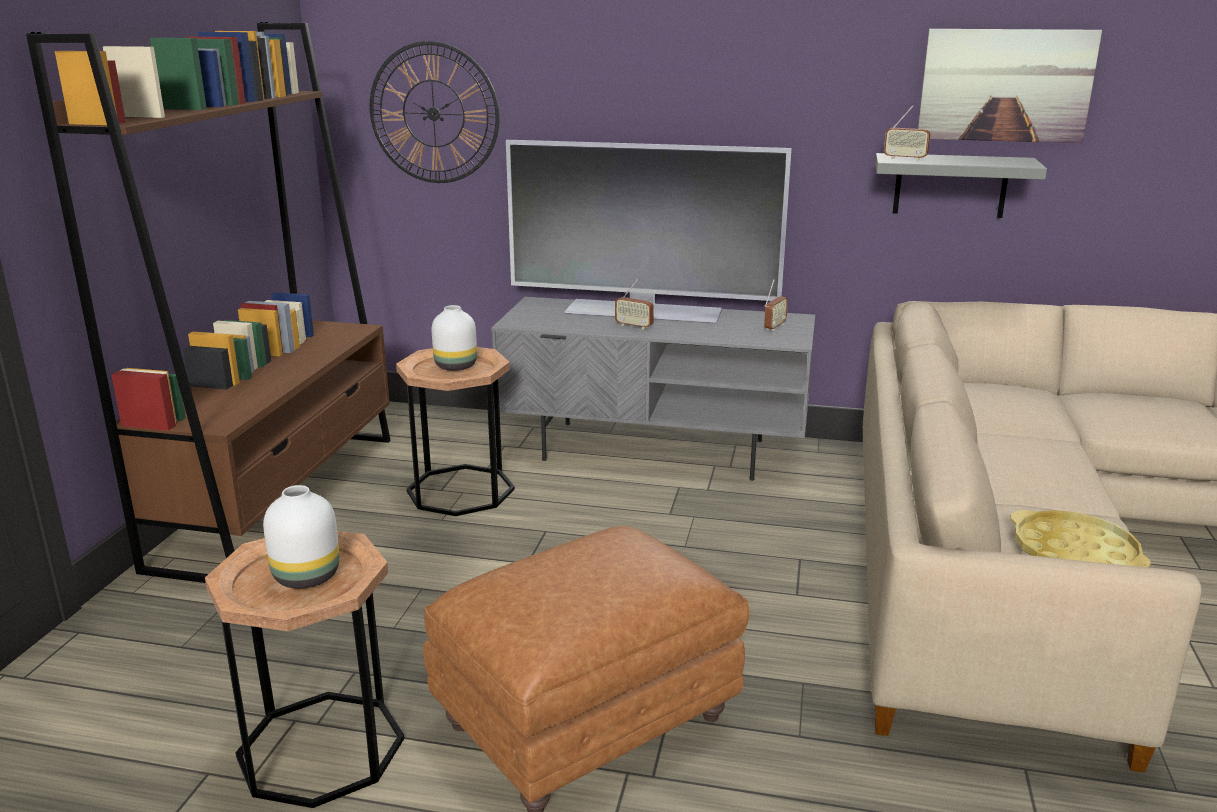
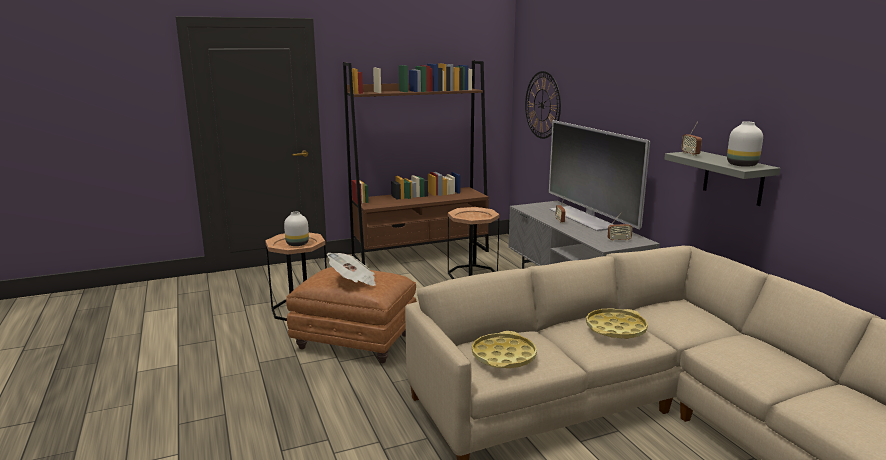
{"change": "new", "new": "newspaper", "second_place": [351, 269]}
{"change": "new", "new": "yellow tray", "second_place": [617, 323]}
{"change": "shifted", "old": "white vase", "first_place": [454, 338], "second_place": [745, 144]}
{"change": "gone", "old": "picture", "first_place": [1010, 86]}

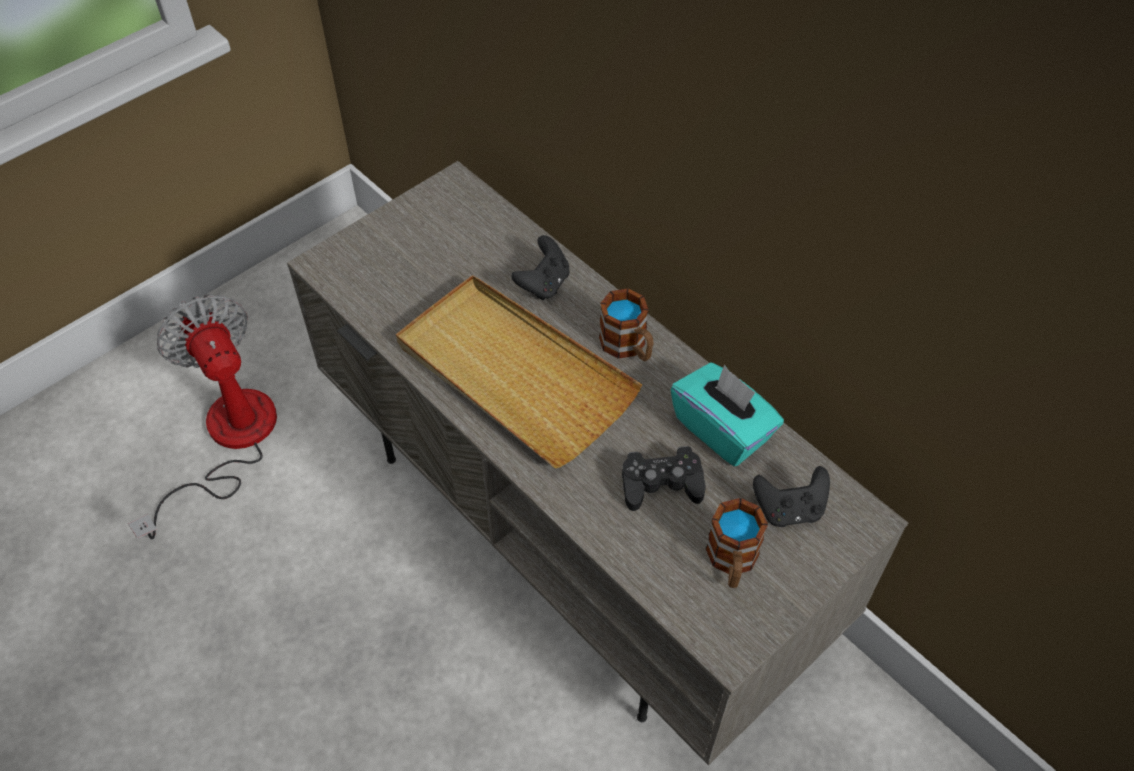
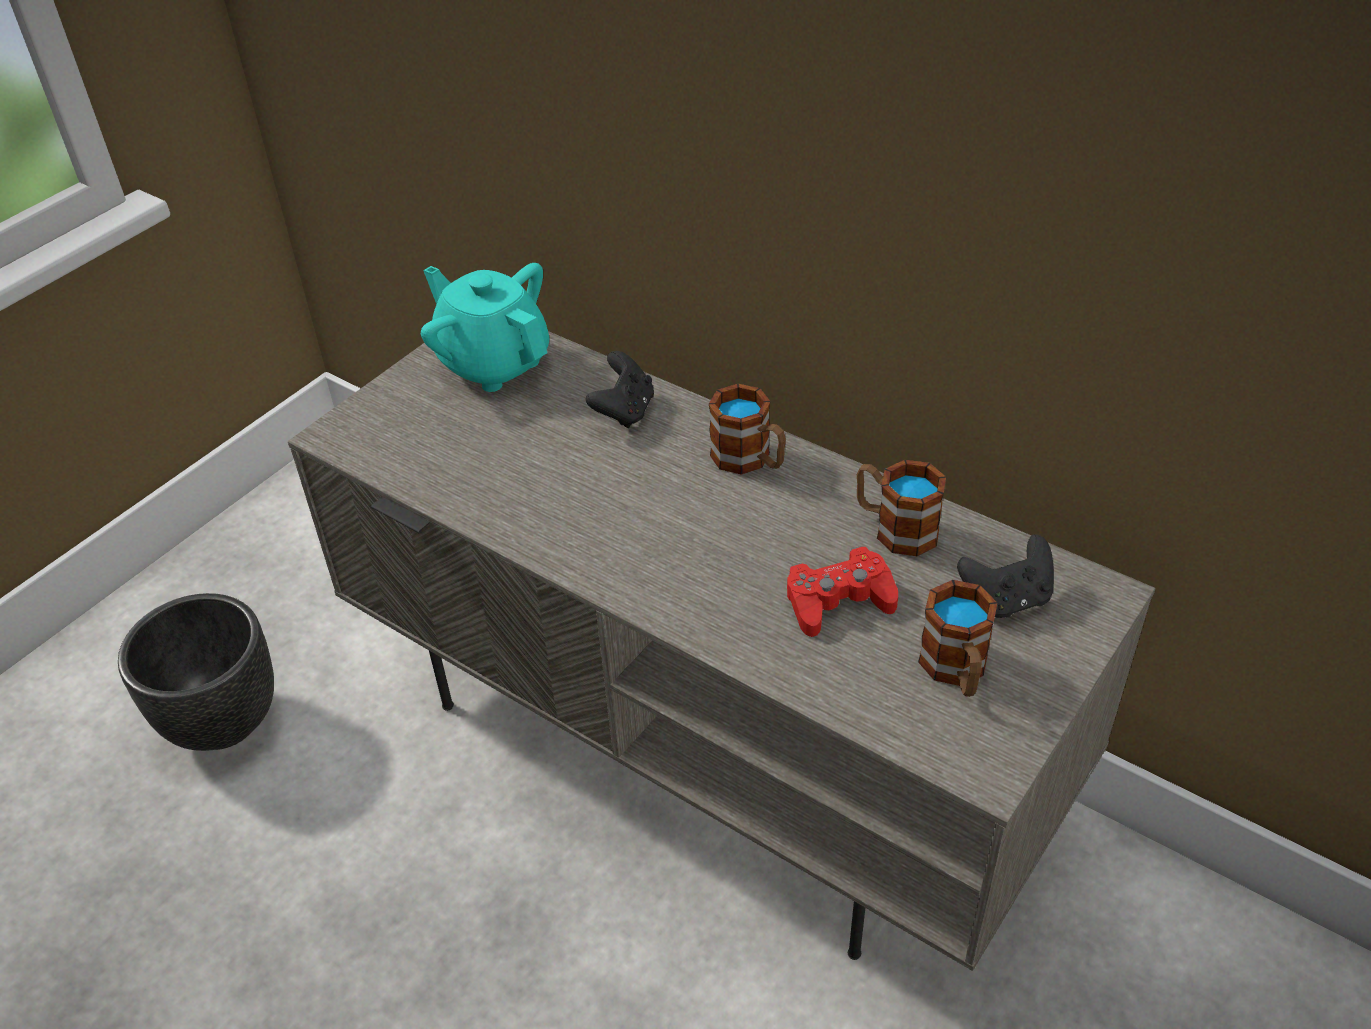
{"change": "swapped", "old": "fan", "new": "black planter", "first_place": [202, 416], "second_place": [196, 672]}
{"change": "new", "new": "turquoise teapot", "second_place": [485, 327]}
{"change": "repainted", "old": "black game controller", "new": "red game controller", "first_place": [664, 478], "second_place": [842, 591]}
{"change": "swapped", "old": "turquoise tissue box", "new": "mug", "first_place": [727, 414], "second_place": [901, 508]}
{"change": "gone", "old": "beige tray", "first_place": [519, 371]}

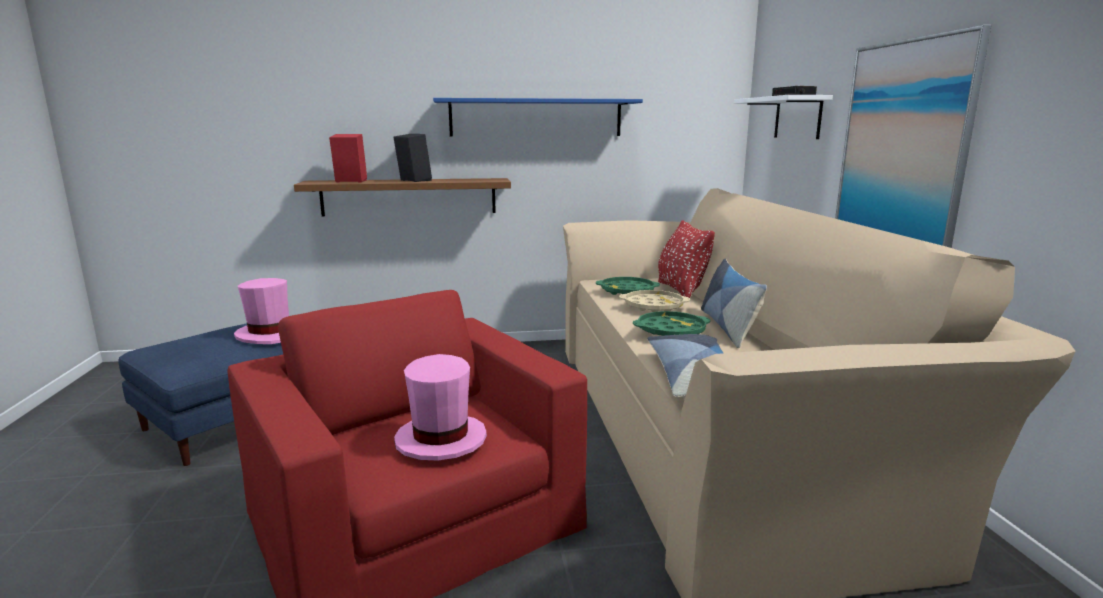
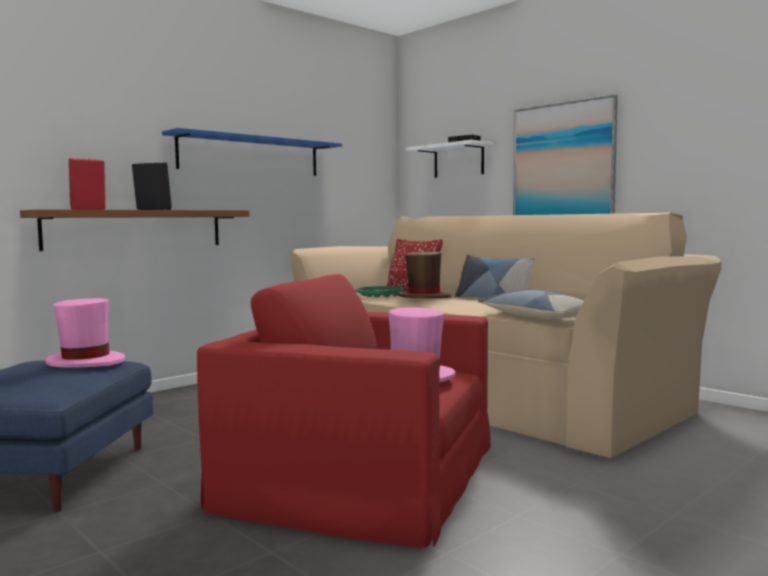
{"change": "swapped", "old": "beige tray", "new": "brown hat", "first_place": [654, 301], "second_place": [424, 275]}
{"change": "gone", "old": "green tray", "first_place": [671, 323]}

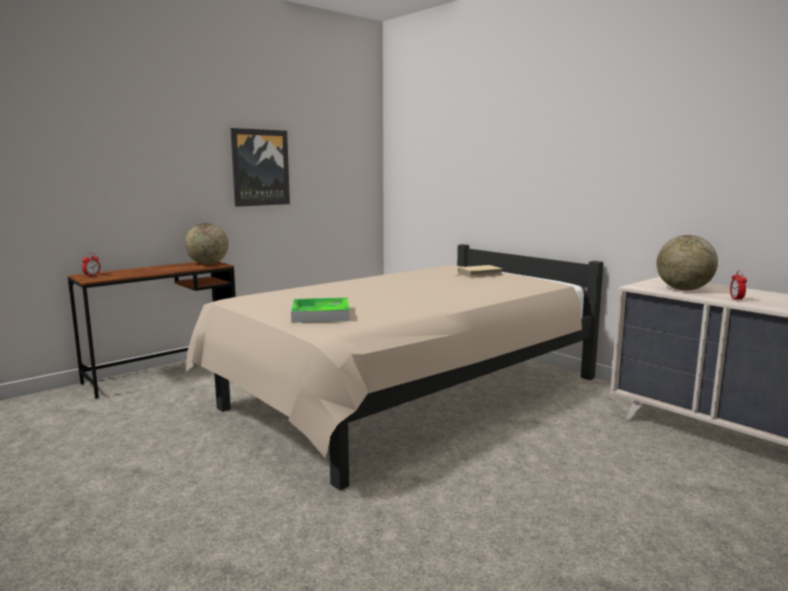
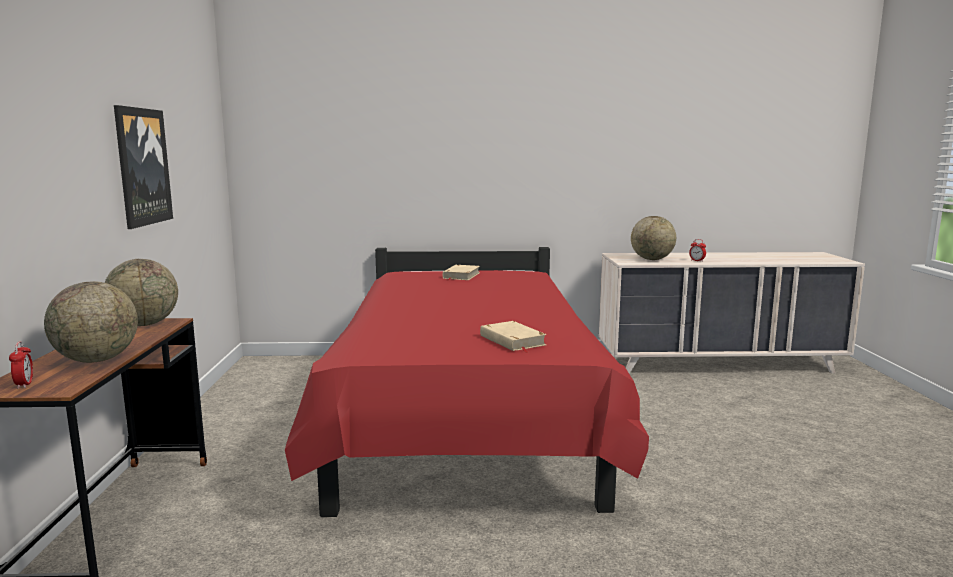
{"change": "new", "new": "globe", "second_place": [91, 322]}
{"change": "repainted", "old": "beige bed", "new": "red bed", "first_place": [394, 367], "second_place": [467, 382]}
{"change": "swapped", "old": "tray", "new": "beige book", "first_place": [320, 310], "second_place": [513, 337]}

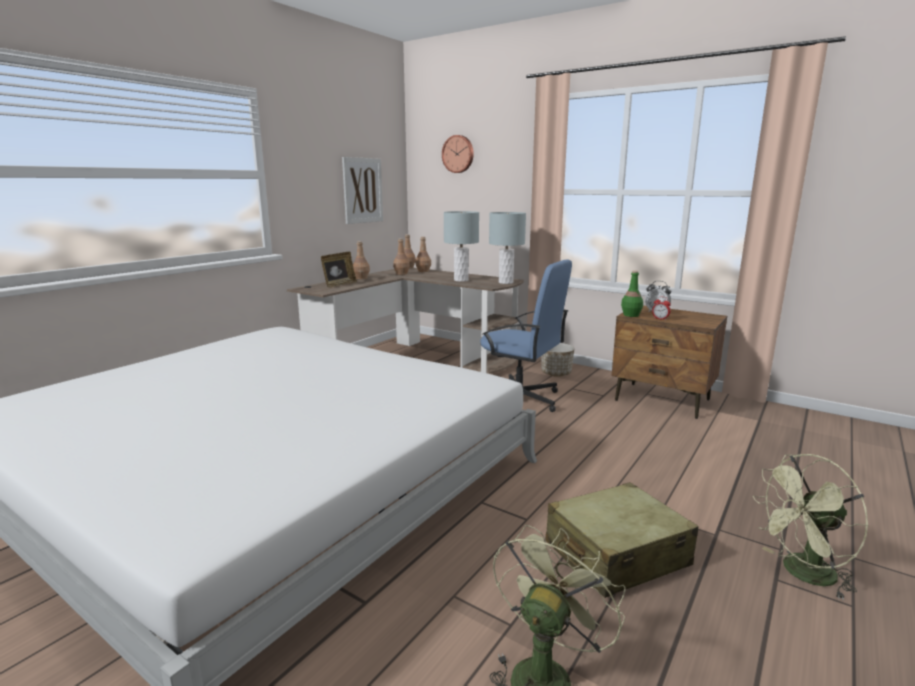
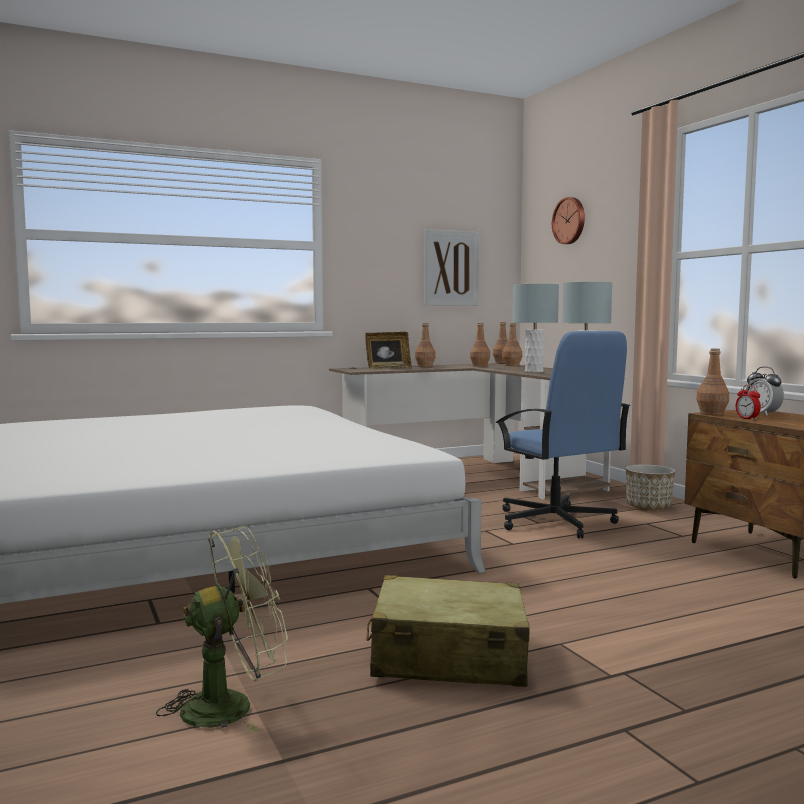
{"change": "repainted", "old": "green bottle", "new": "brown bottle", "first_place": [632, 294], "second_place": [712, 381]}
{"change": "gone", "old": "green fan", "first_place": [810, 527]}

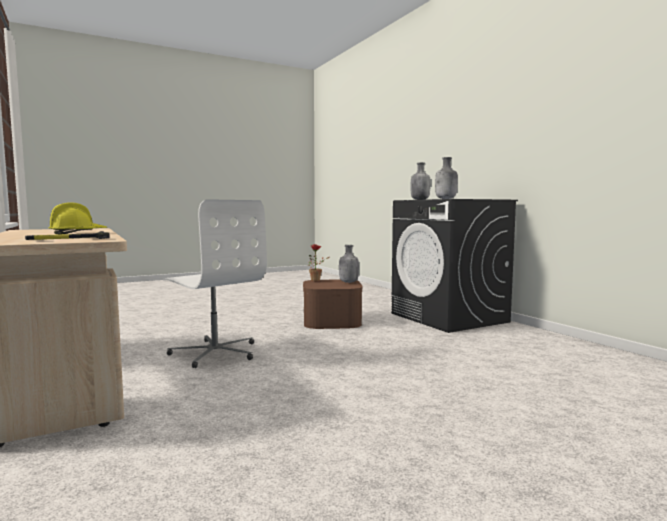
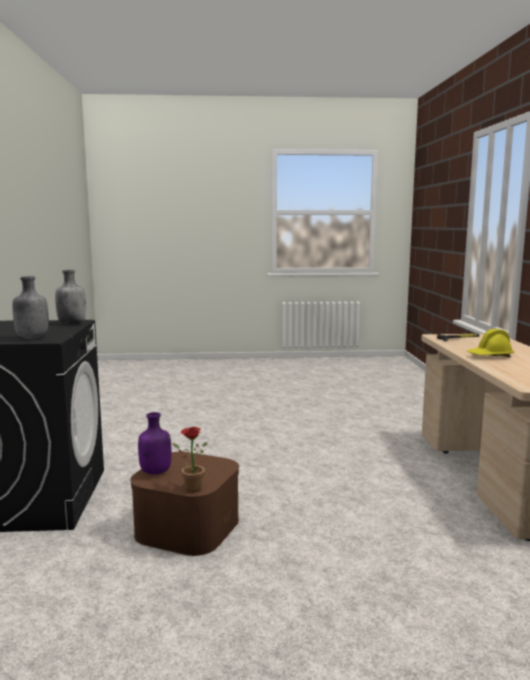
{"change": "repainted", "old": "grey bottle", "new": "purple bottle", "first_place": [349, 264], "second_place": [154, 443]}
{"change": "gone", "old": "white office chair", "first_place": [215, 283]}

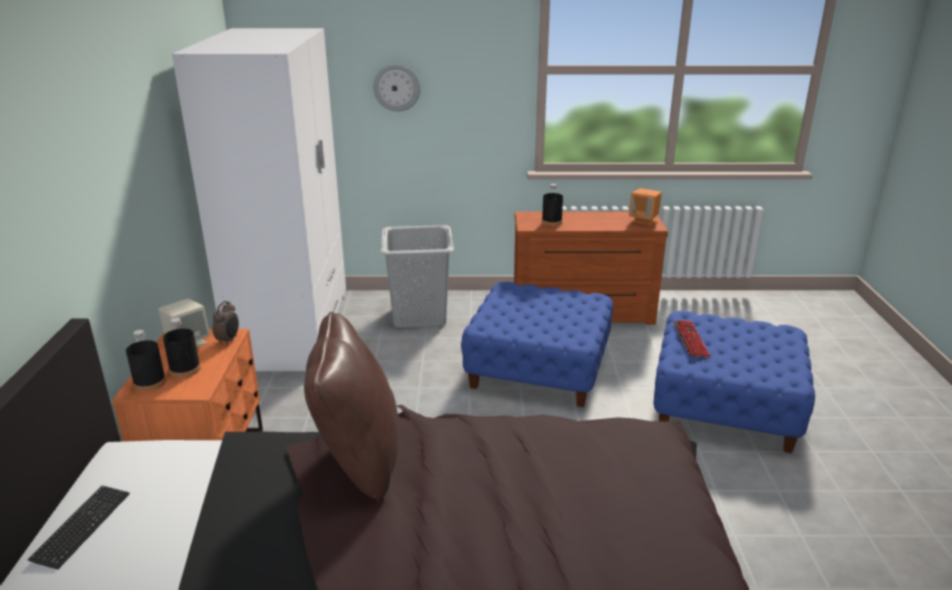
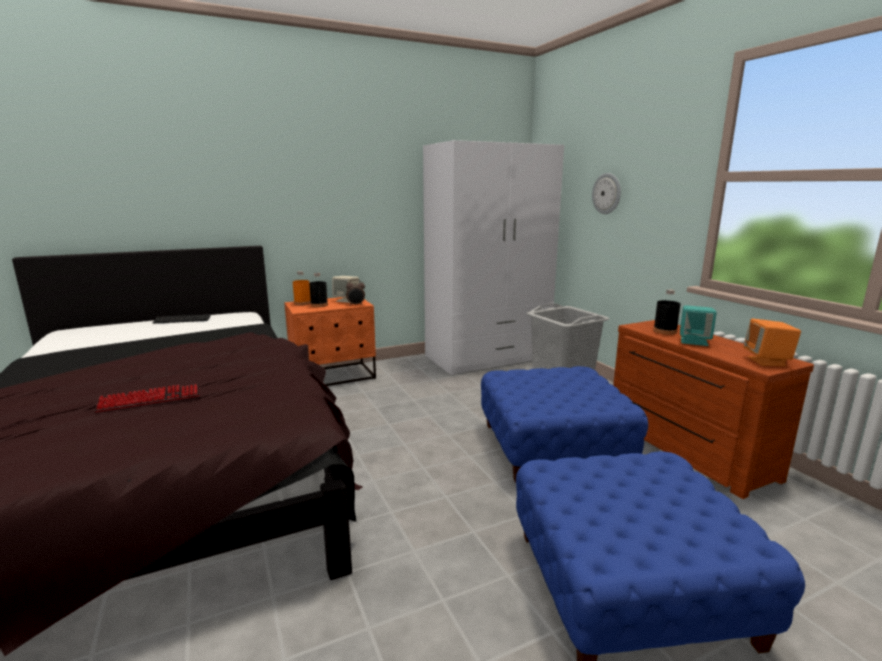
{"change": "shifted", "old": "keyboard", "first_place": [692, 339], "second_place": [147, 398]}
{"change": "repainted", "old": "black bottle", "new": "orange bottle", "first_place": [146, 361], "second_place": [302, 288]}
{"change": "new", "new": "turquoise speaker", "second_place": [698, 325]}
{"change": "gone", "old": "brown pillow", "first_place": [351, 407]}

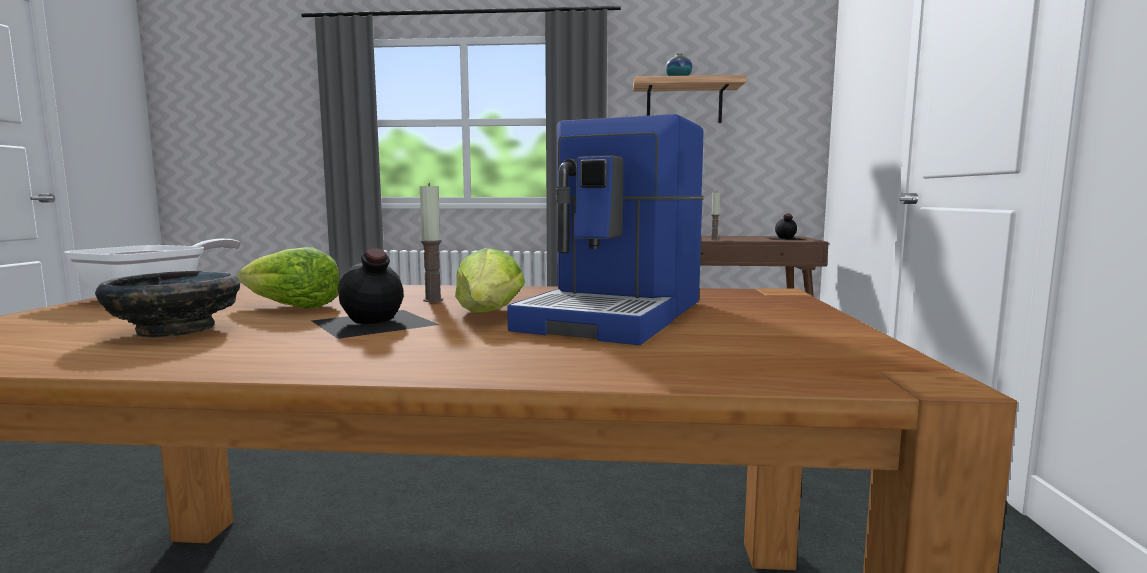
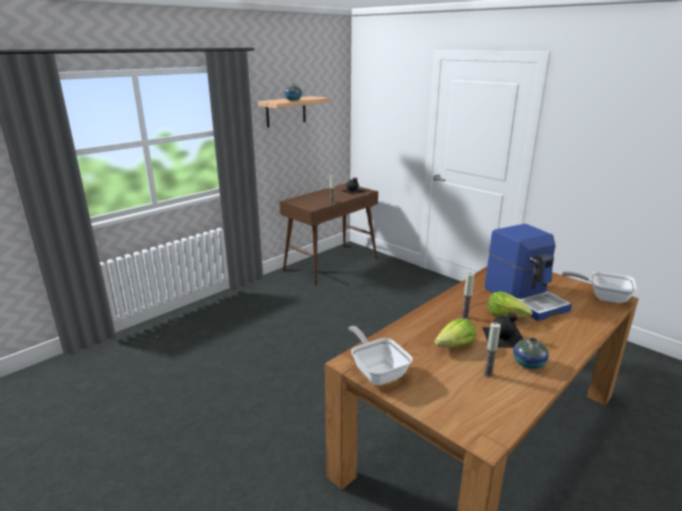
{"change": "swapped", "old": "black bowl", "new": "candle", "first_place": [167, 304], "second_place": [492, 349]}
{"change": "new", "new": "vase", "second_place": [531, 353]}
{"change": "new", "new": "frying pan", "second_place": [599, 287]}

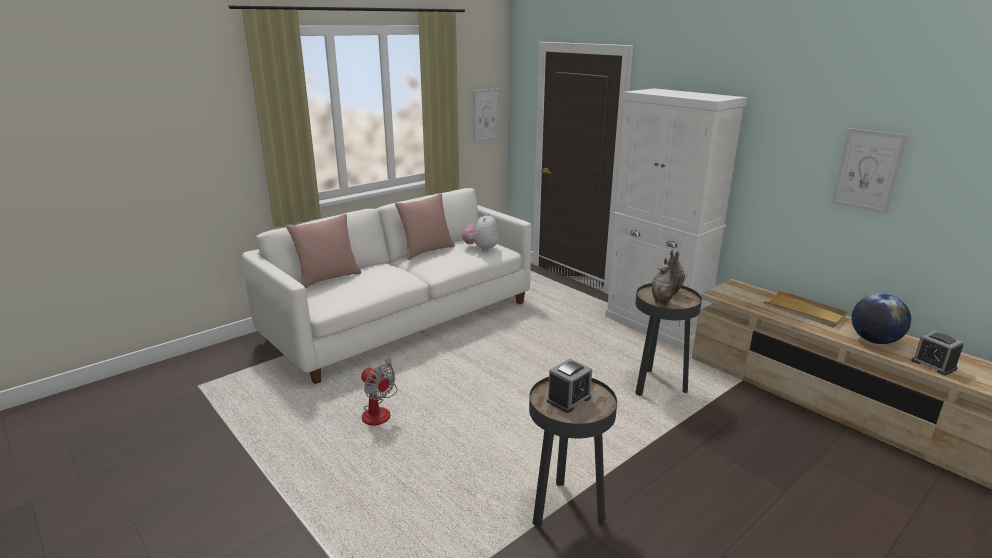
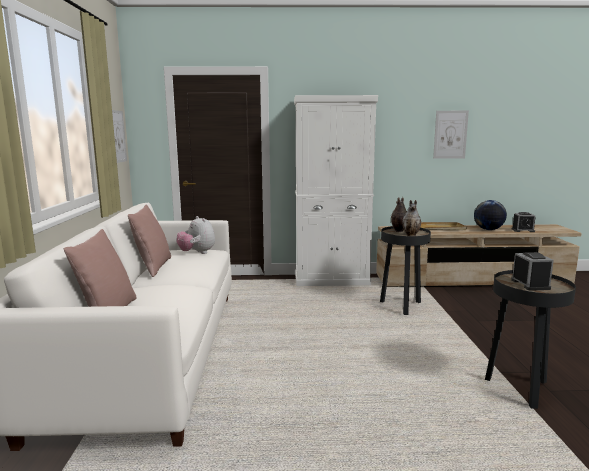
{"change": "gone", "old": "fan", "first_place": [379, 391]}

